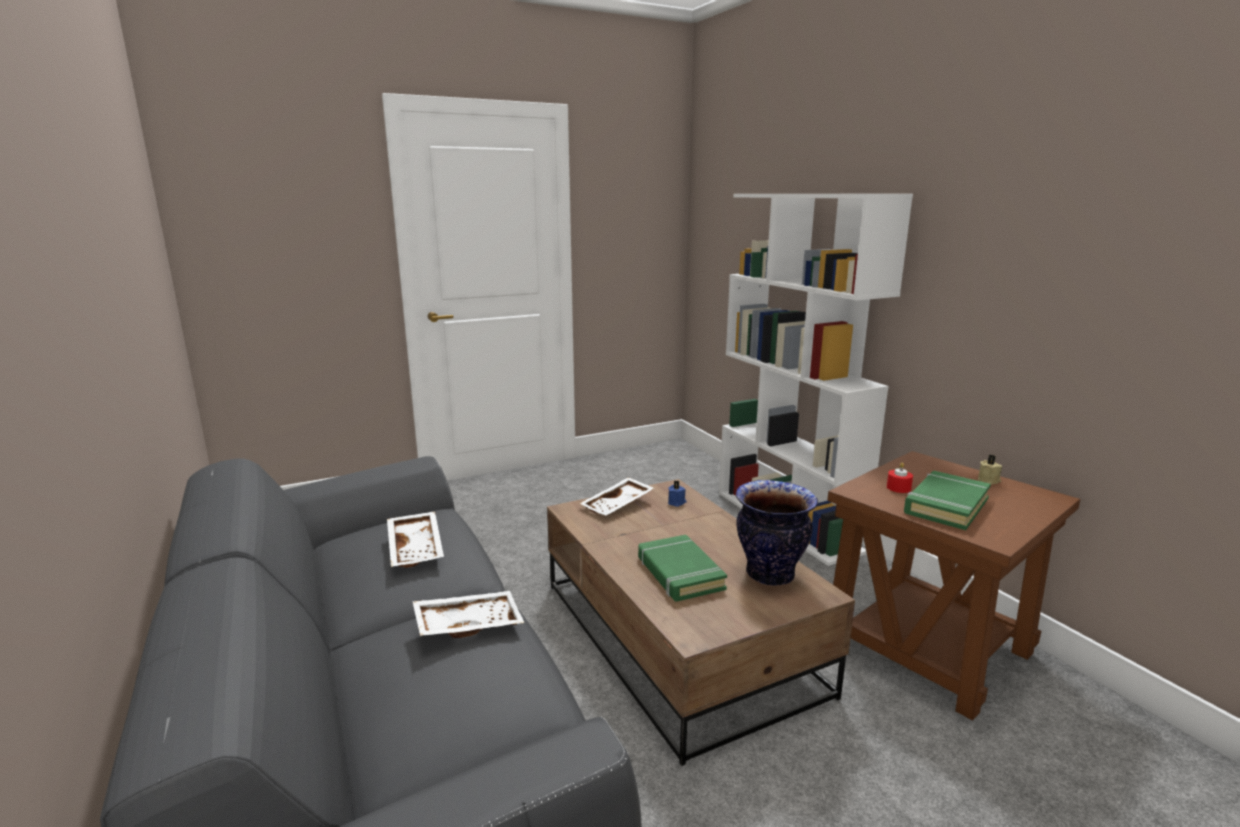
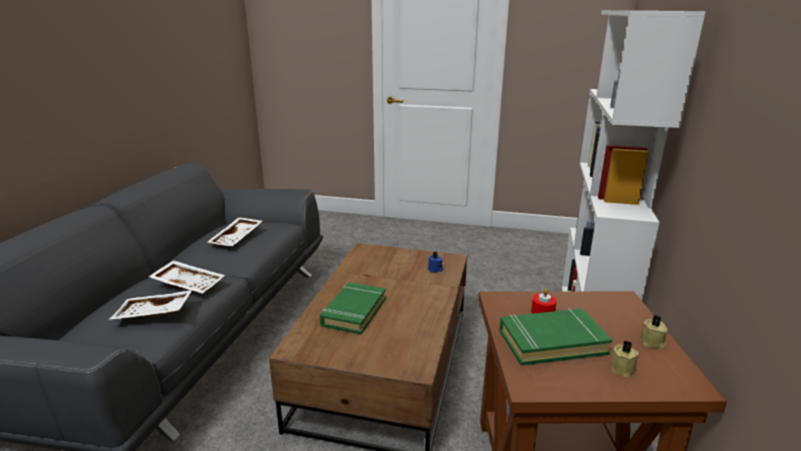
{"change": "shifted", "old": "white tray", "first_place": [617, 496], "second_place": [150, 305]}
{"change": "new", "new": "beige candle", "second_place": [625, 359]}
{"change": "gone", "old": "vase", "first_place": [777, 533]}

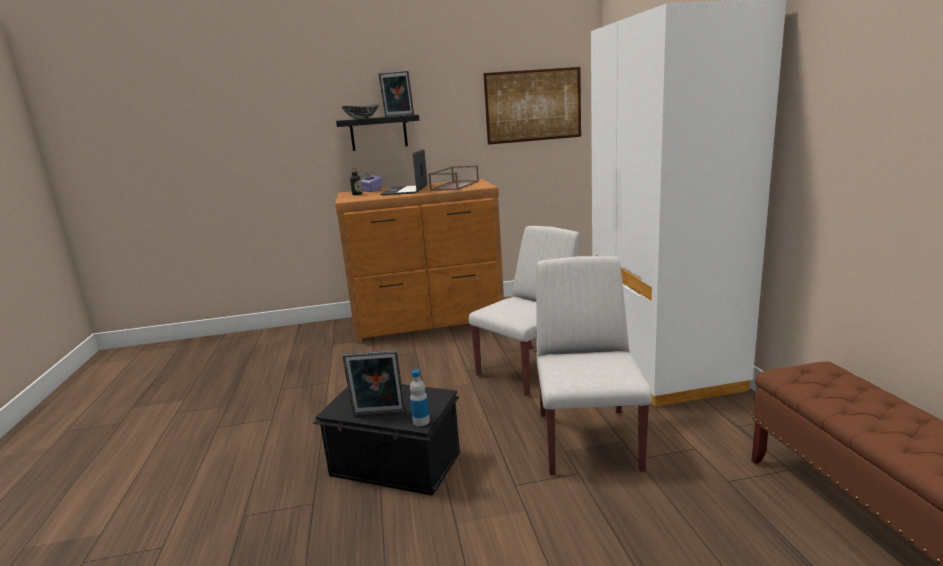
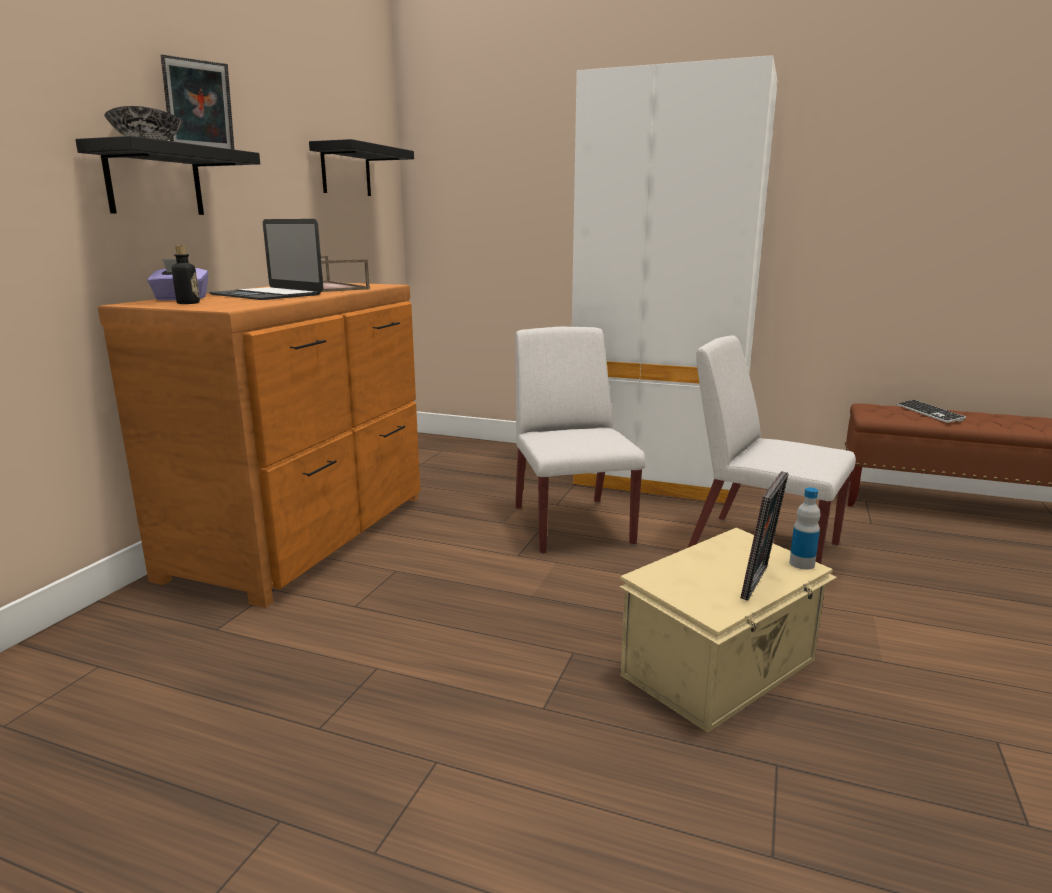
{"change": "swapped", "old": "picture", "new": "black shelf", "first_place": [532, 106], "second_place": [361, 167]}
{"change": "repainted", "old": "black storage box", "new": "beige storage box", "first_place": [386, 440], "second_place": [728, 630]}
{"change": "new", "new": "keyboard", "second_place": [931, 411]}

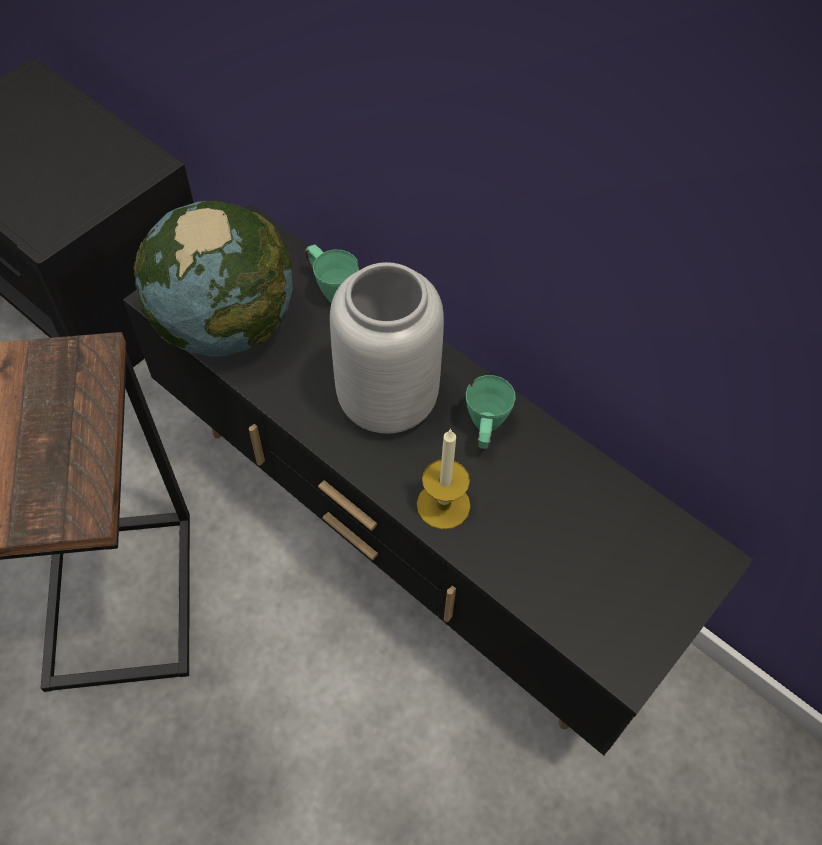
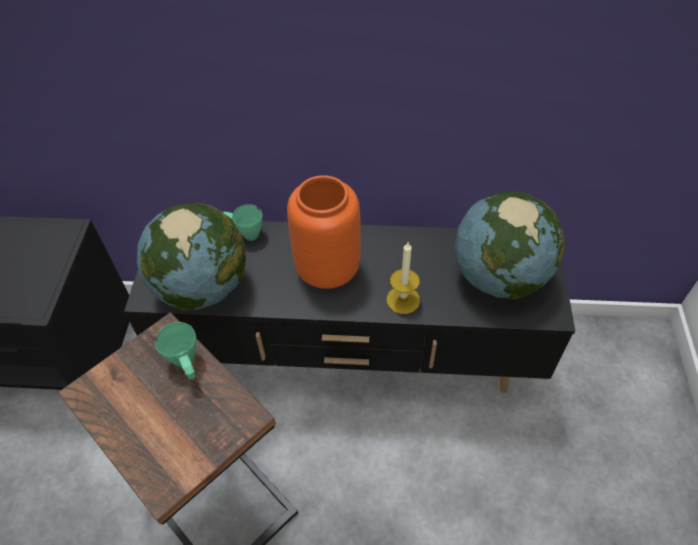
{"change": "shifted", "old": "green mug", "first_place": [491, 412], "second_place": [176, 350]}
{"change": "repainted", "old": "grey vase", "new": "orange vase", "first_place": [387, 348], "second_place": [324, 232]}
{"change": "new", "new": "globe", "second_place": [509, 245]}

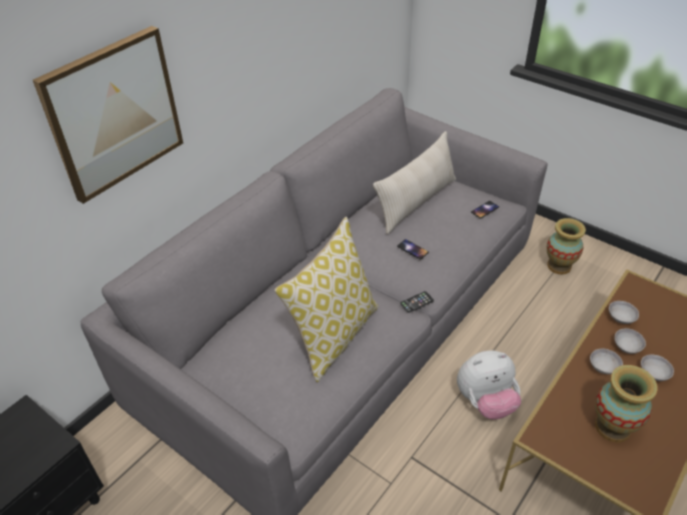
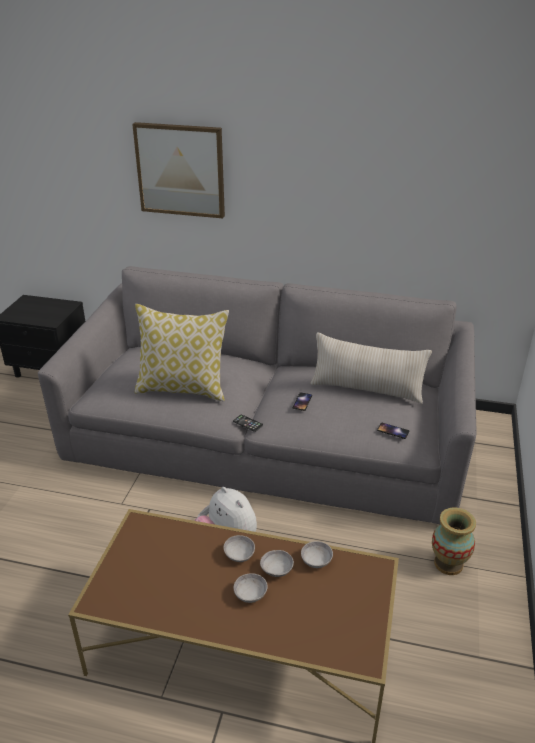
{"change": "gone", "old": "vase", "first_place": [626, 404]}

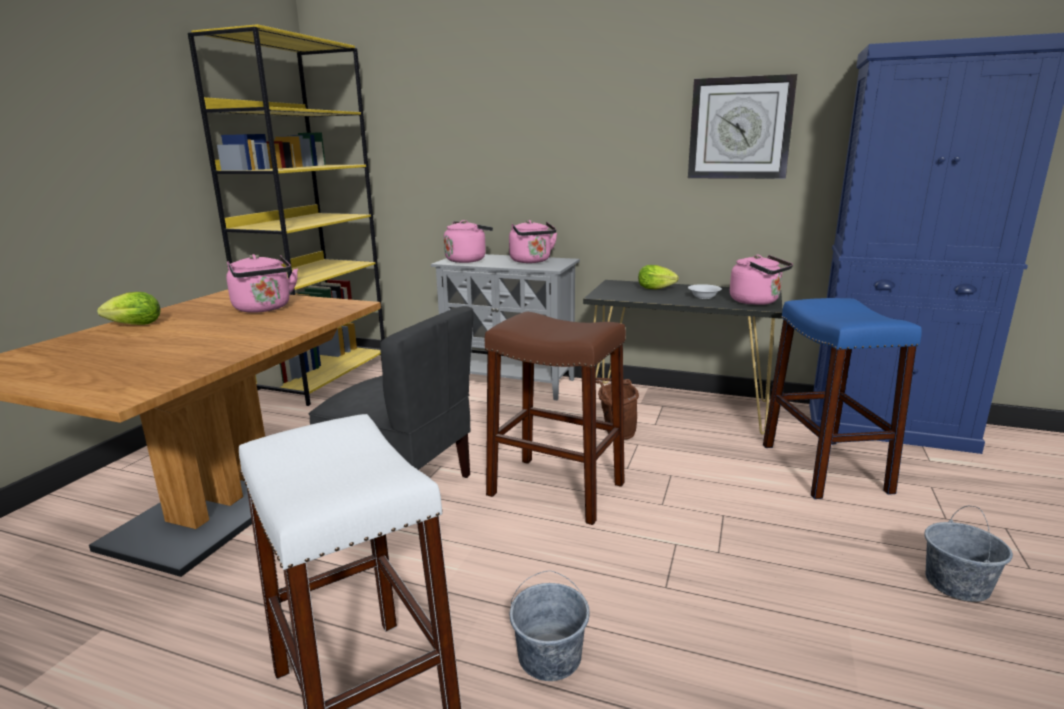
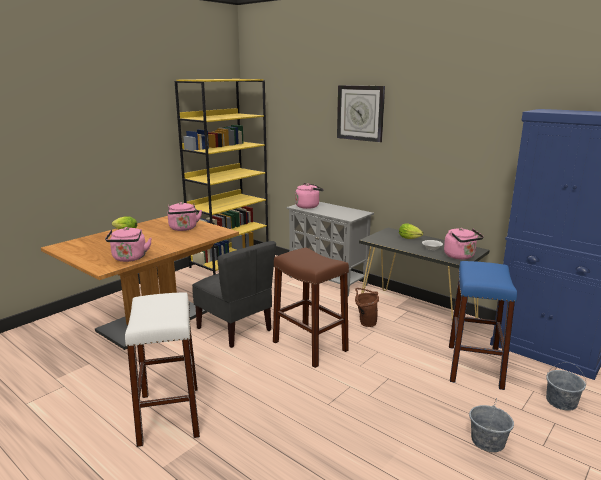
{"change": "shifted", "old": "pink kettle", "first_place": [533, 241], "second_place": [128, 244]}
{"change": "shifted", "old": "wall clock", "first_place": [742, 126], "second_place": [361, 113]}
{"change": "shifted", "old": "grey bucket", "first_place": [549, 625], "second_place": [566, 386]}

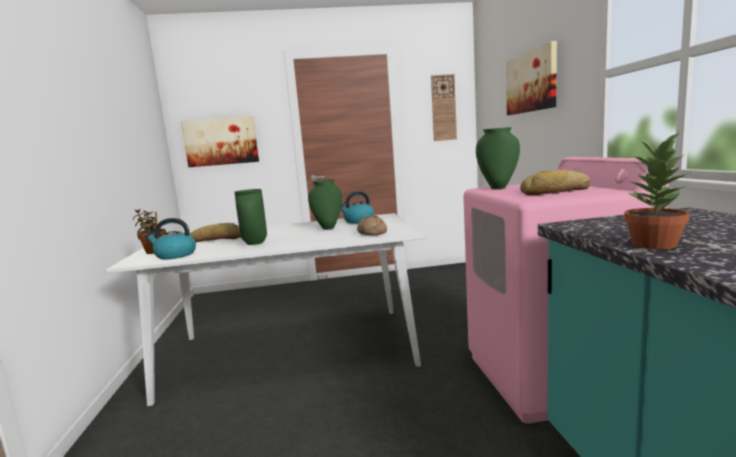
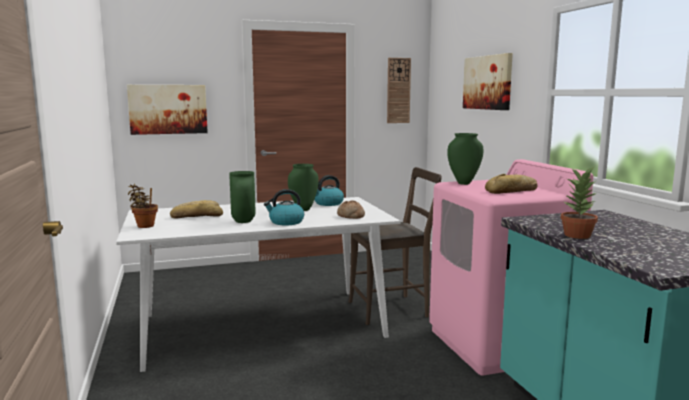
{"change": "shifted", "old": "kettle", "first_place": [170, 238], "second_place": [284, 207]}
{"change": "new", "new": "brown chair", "second_place": [395, 246]}

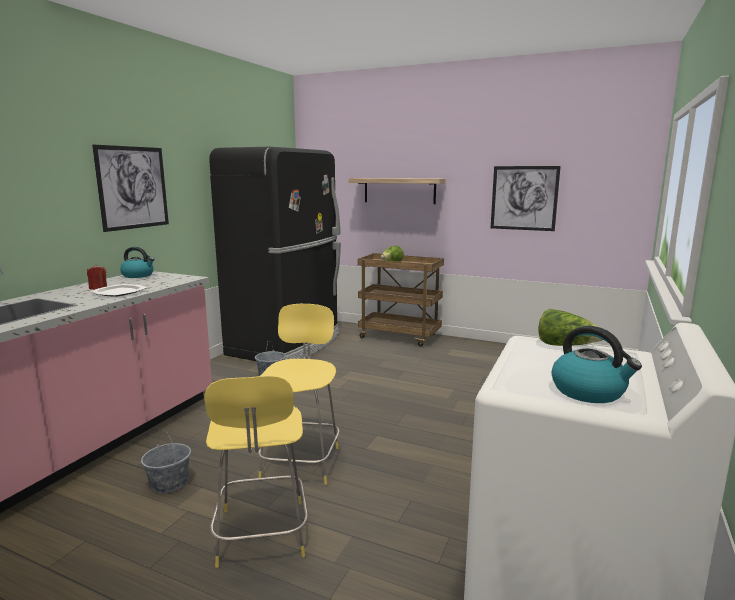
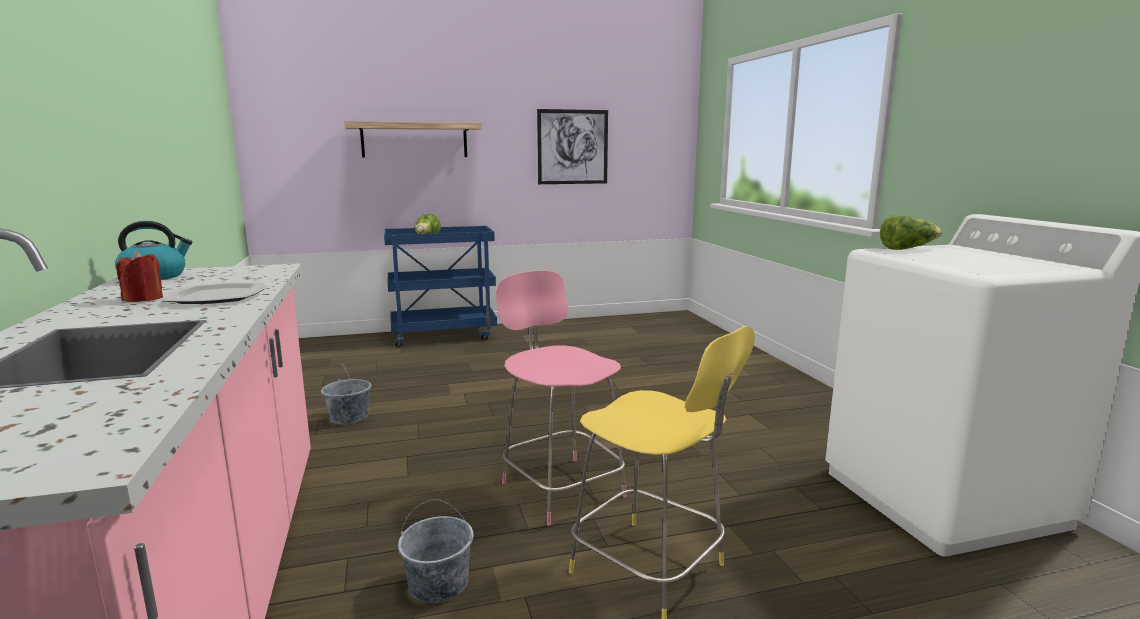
{"change": "repainted", "old": "brown cart", "new": "blue cart", "first_place": [401, 300], "second_place": [440, 287]}
{"change": "repainted", "old": "yellow stool", "new": "pink stool", "first_place": [299, 394], "second_place": [561, 398]}
{"change": "gone", "old": "picture", "first_place": [130, 188]}
{"change": "gone", "old": "black fridge", "first_place": [275, 254]}
{"change": "gone", "old": "kettle", "first_place": [597, 364]}

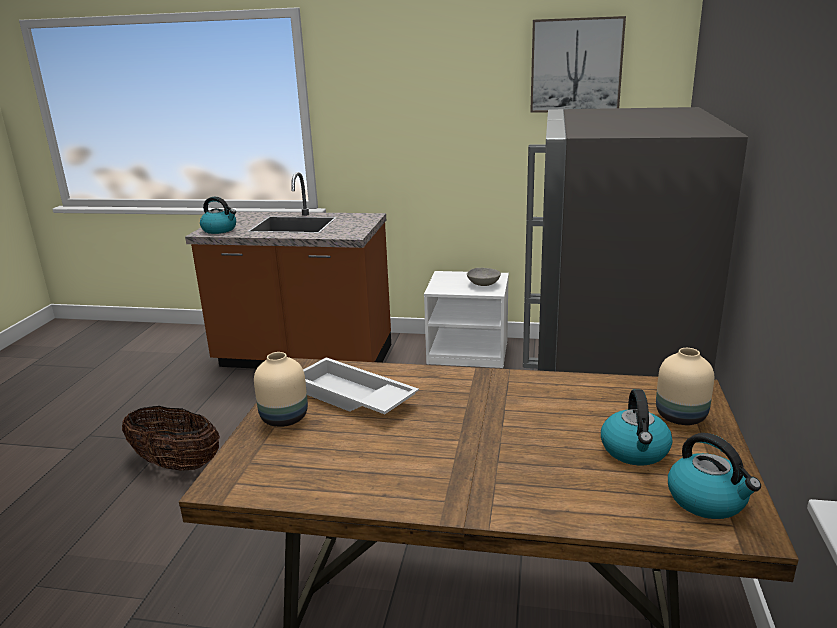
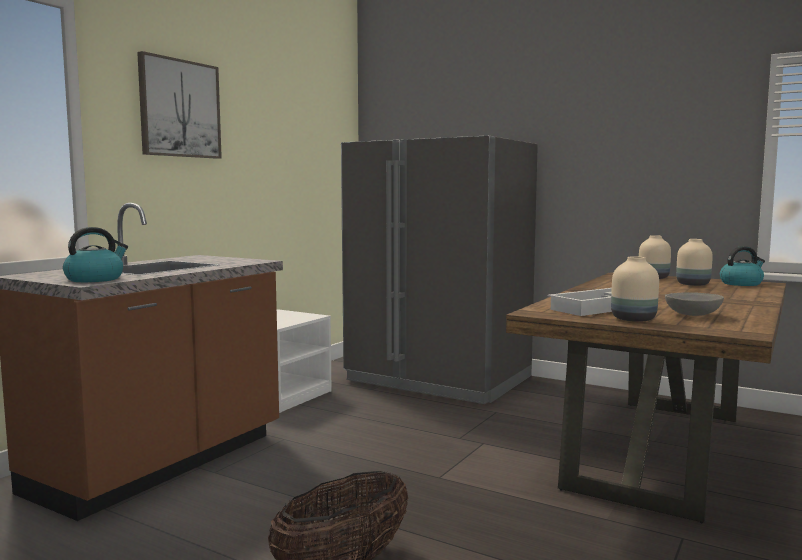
{"change": "shifted", "old": "picture", "first_place": [578, 64], "second_place": [179, 105]}
{"change": "shifted", "old": "grey bowl", "first_place": [484, 277], "second_place": [694, 304]}
{"change": "swapped", "old": "kettle", "new": "beige vase", "first_place": [637, 427], "second_place": [694, 262]}

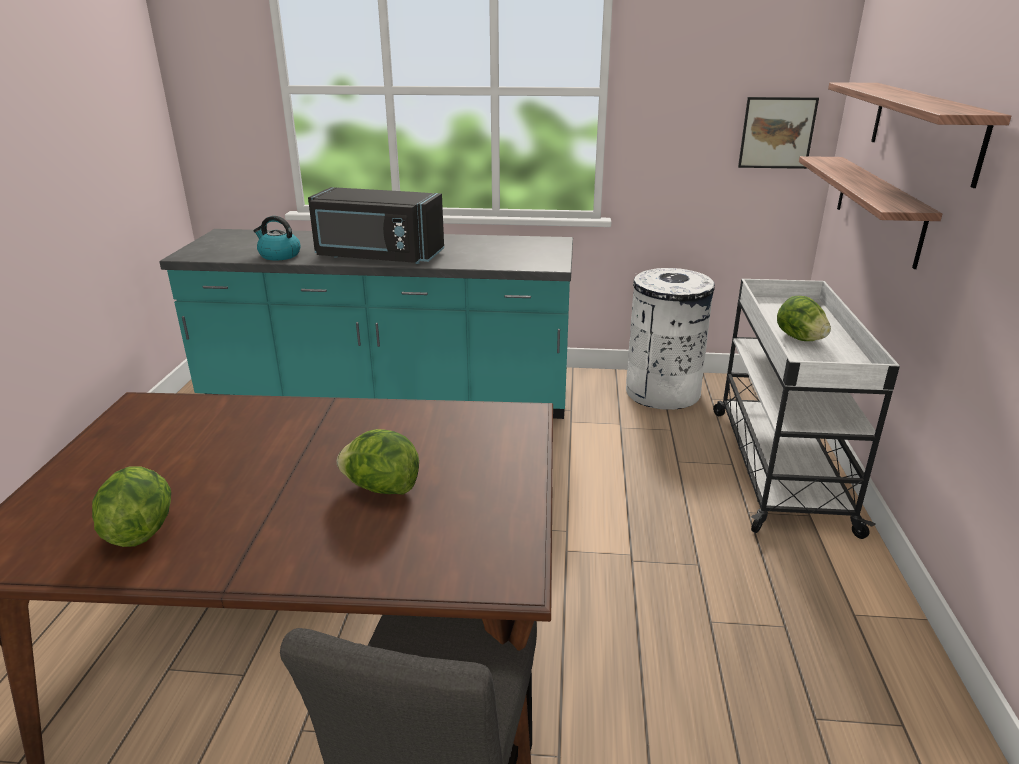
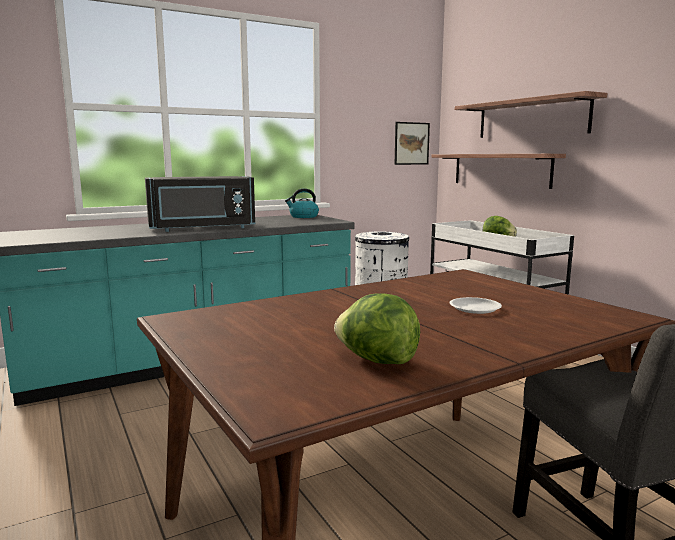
{"change": "shifted", "old": "kettle", "first_place": [276, 238], "second_place": [302, 203]}
{"change": "swapped", "old": "lettuce", "new": "white plate", "first_place": [378, 462], "second_place": [475, 305]}

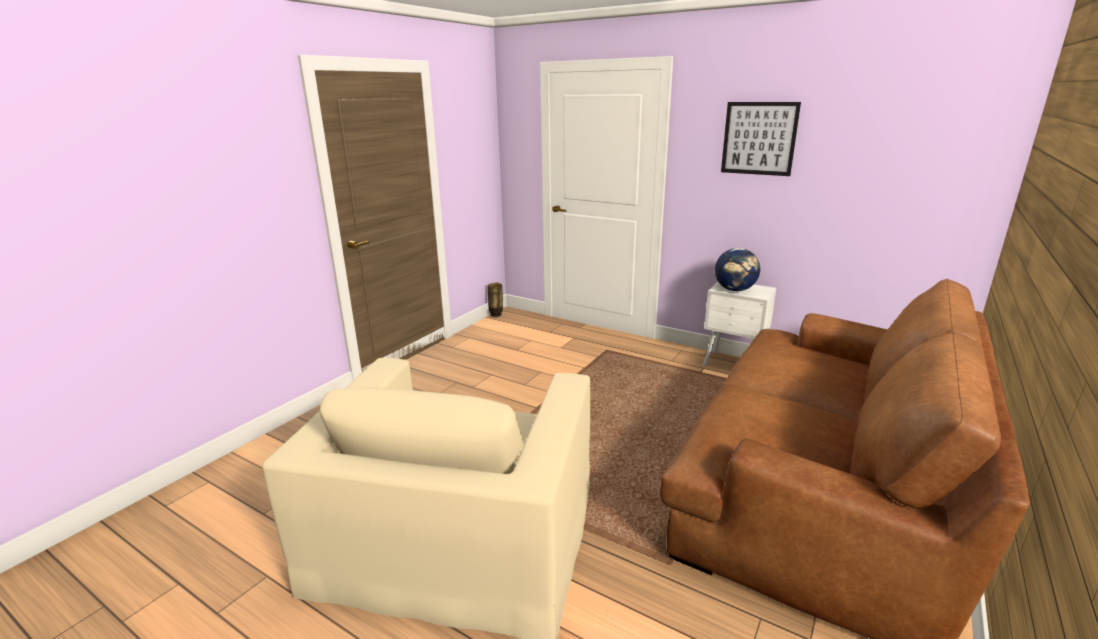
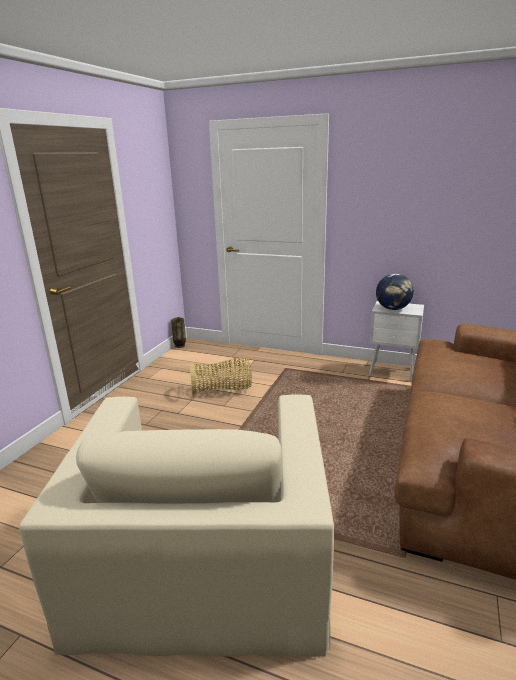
{"change": "new", "new": "basket", "second_place": [221, 376]}
{"change": "gone", "old": "picture", "first_place": [761, 139]}

